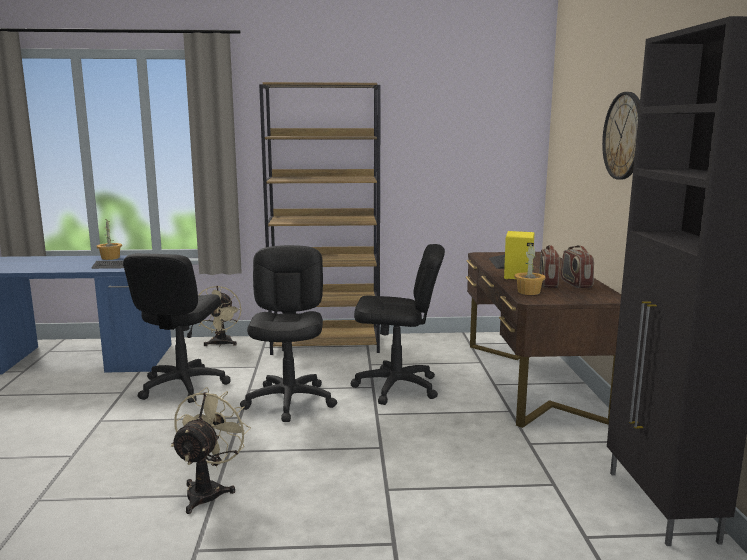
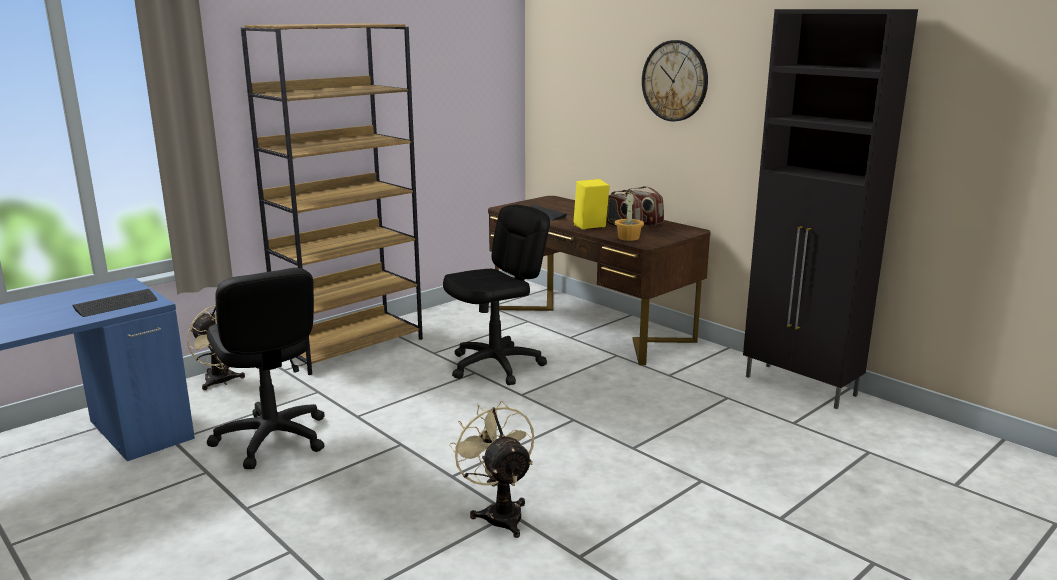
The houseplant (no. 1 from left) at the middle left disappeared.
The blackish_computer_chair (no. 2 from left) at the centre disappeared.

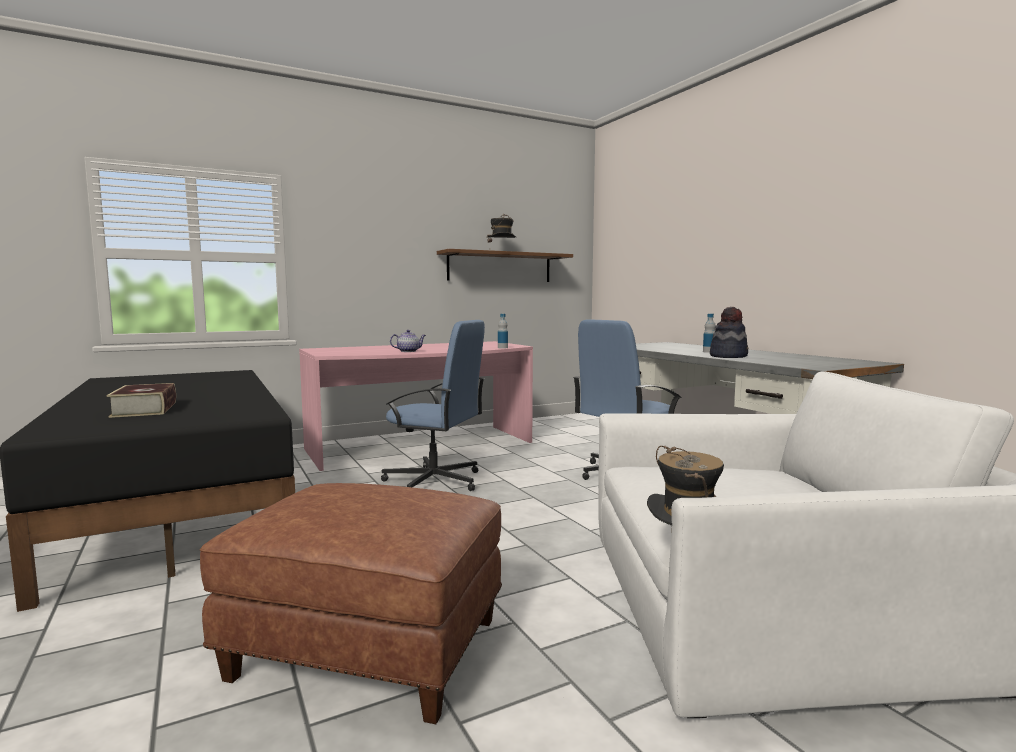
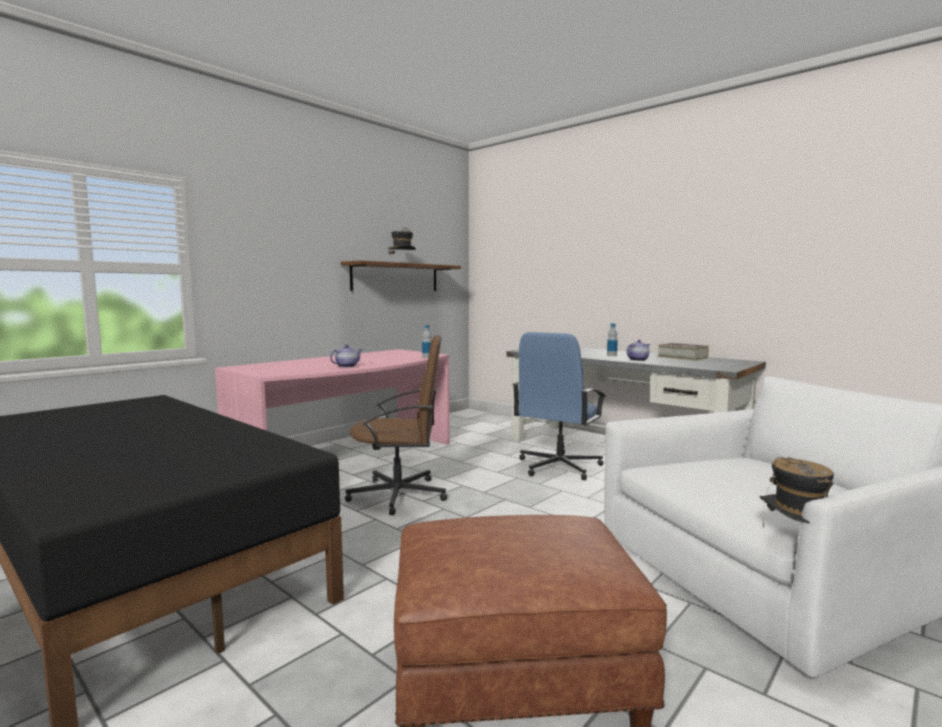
The book moved from the middle left to the middle right.
The bluish_computer_chair (no. 1 from left) at the centre became the brown-coloured_computer_chair at the centre.
The wearable_hat (no. 3 from left) at the middle right was replaced by the tea_pot (no. 2 from left) at the middle right.

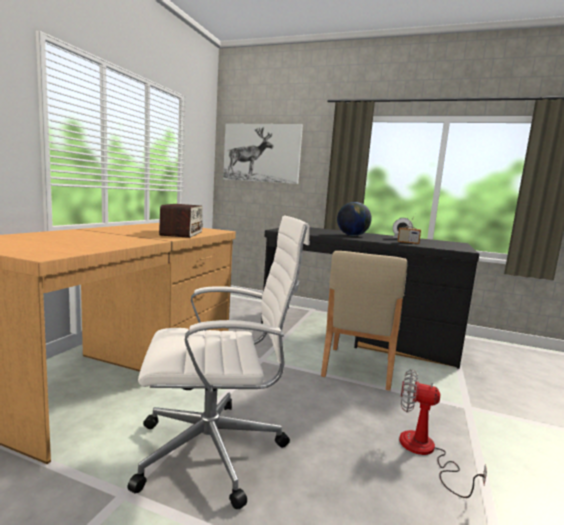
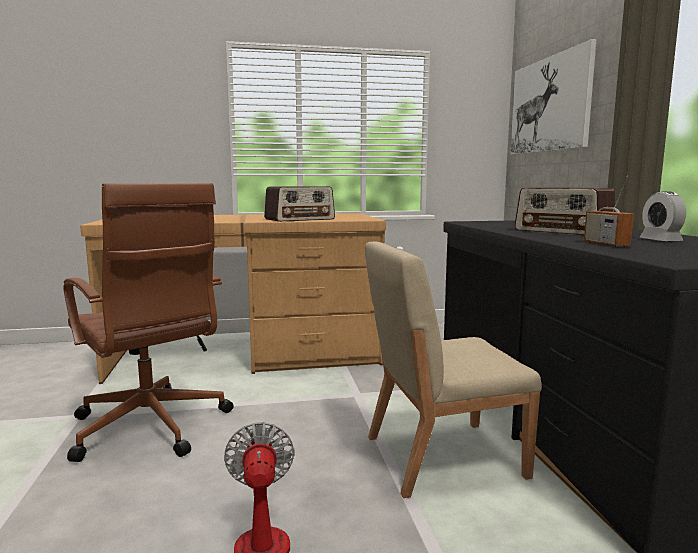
The white_computer_chair at the bottom centre became the brown-coloured_computer_chair at the middle left.
The desk_globe at the centre was replaced by the radio (no. 2 from left) at the middle right.

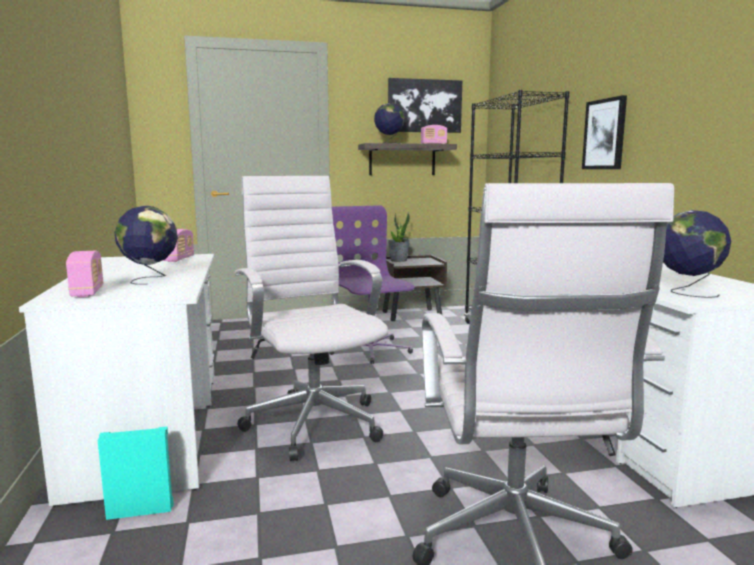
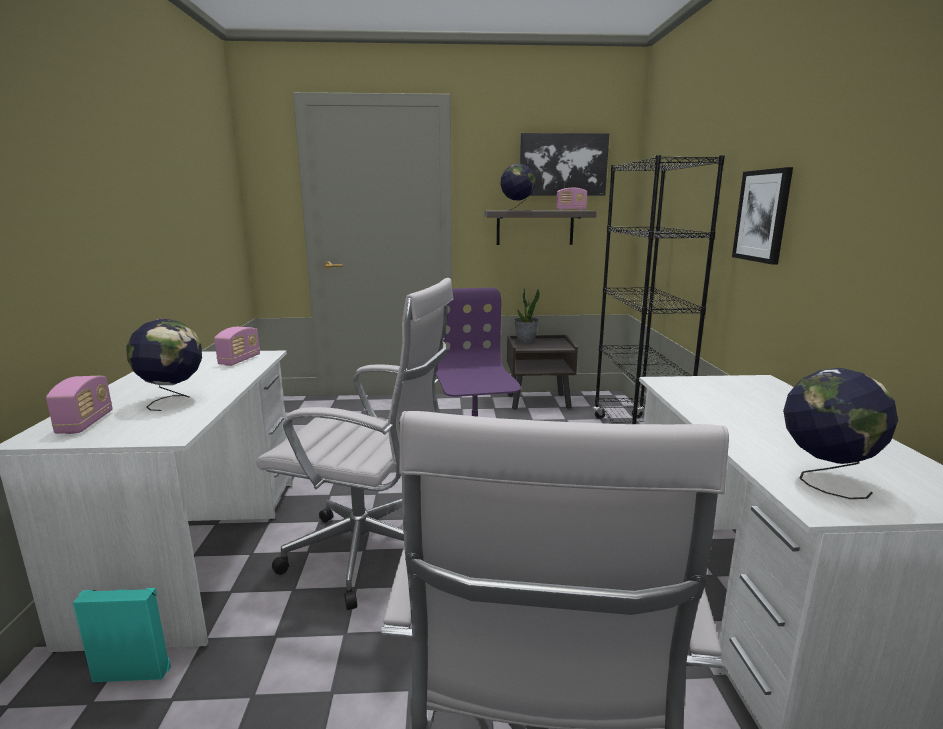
The white_computer_chair (no. 1 from left) at the centre turned 120 degrees clockwise.

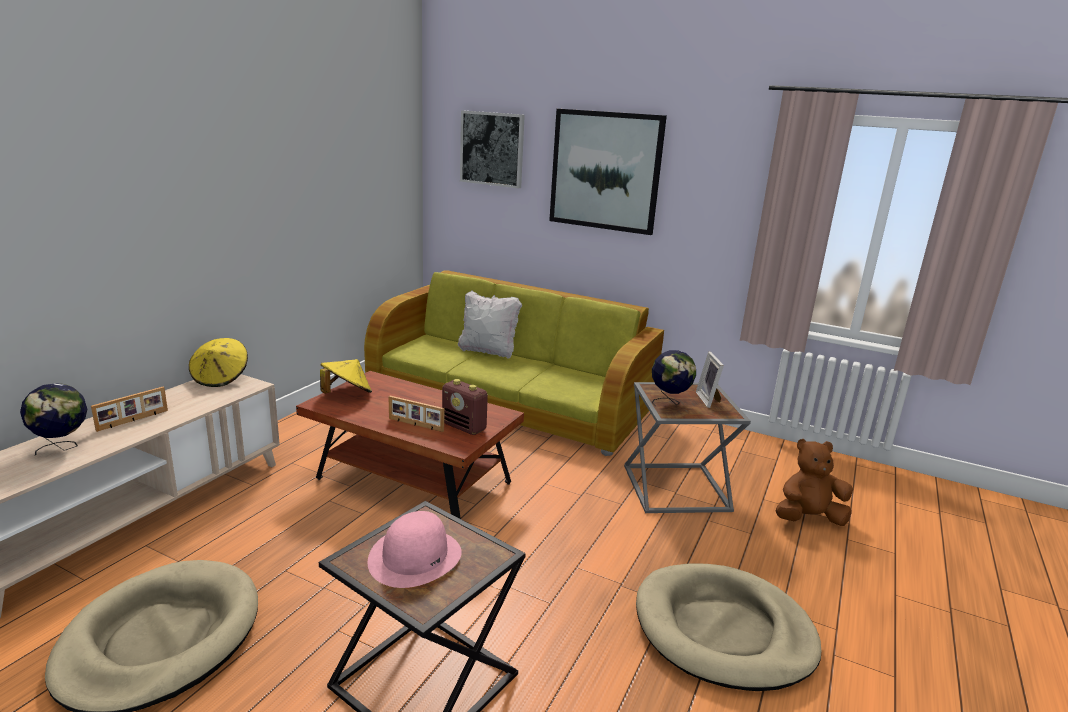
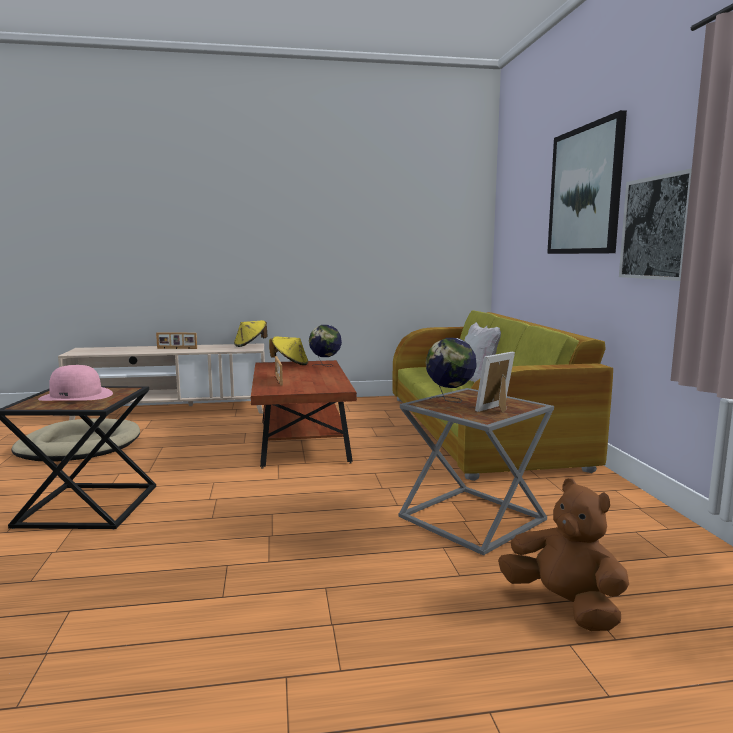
The desk_globe (no. 1 from left) moved from the middle left to the centre.
The radio at the centre disappeared.
The wall_art (no. 1 from left in the first image) moved from the top centre to the top right.
The sand-coloured_pet_bed (no. 2 from left) at the bottom right disappeared.

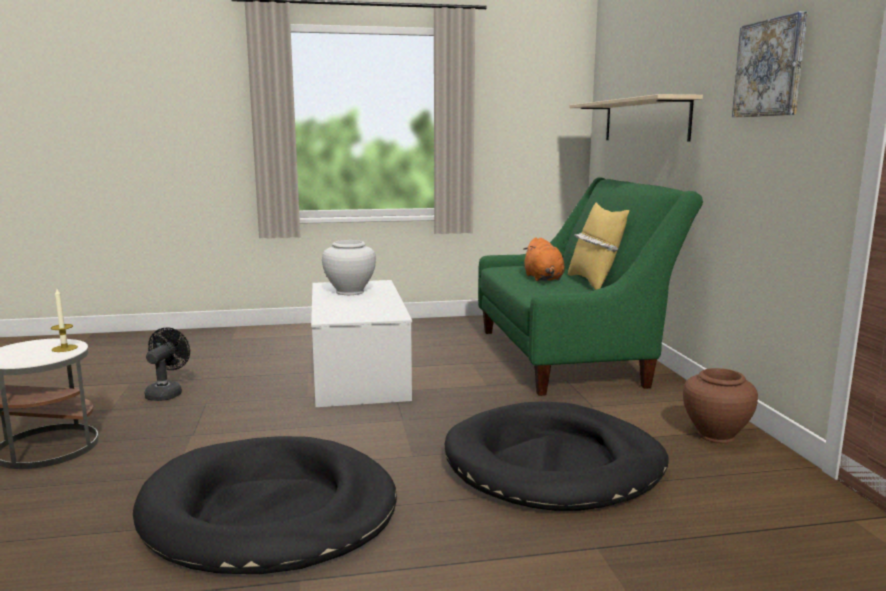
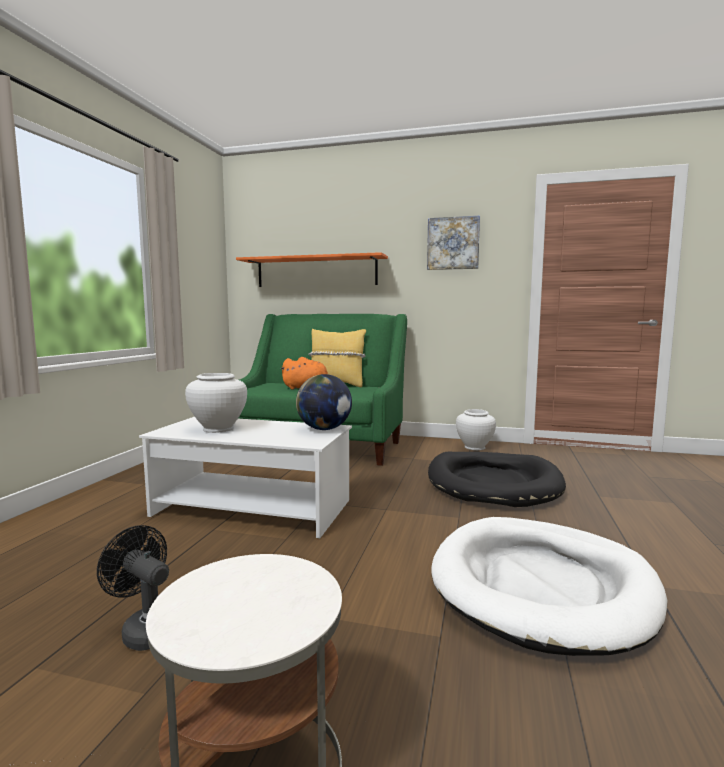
The candle at the middle left disappeared.
The blackish_pet_bed (no. 1 from left) at the bottom left became the white_pet_bed at the bottom right.
The sand-coloured_shelf at the top right became the orangey_shelf at the centre.
The brown-coloured_decorative_vase at the bottom right became the white_decorative_vase (no. 2 from left) at the centre.
The desk_globe at the centre appeared.

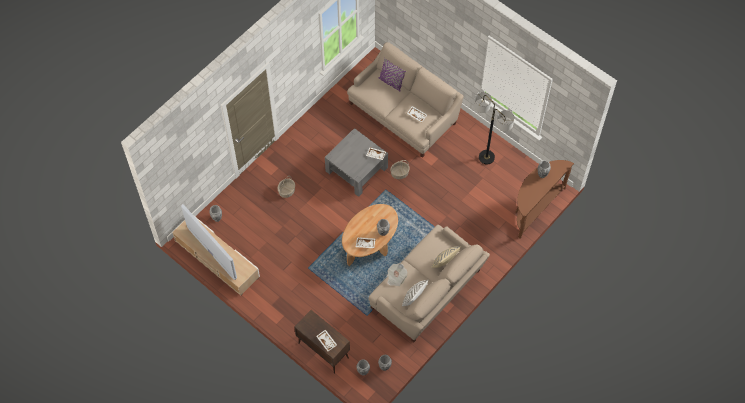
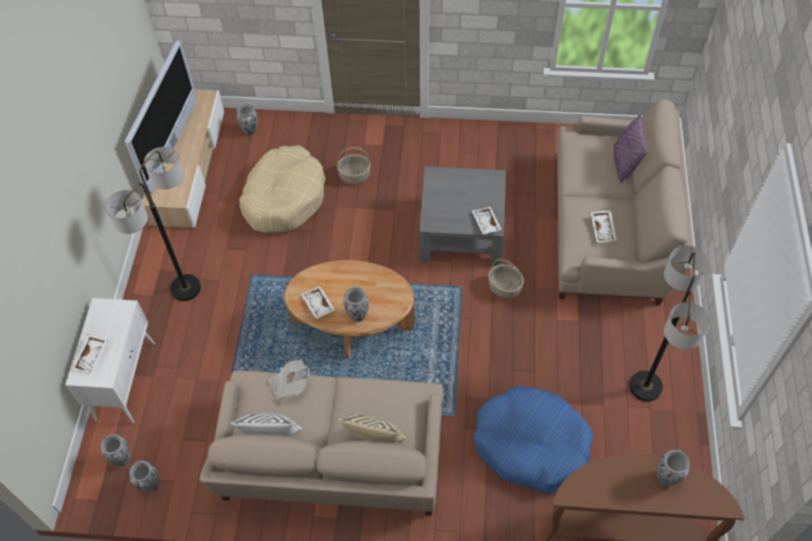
The brown-coloured_cupboard at the bottom centre became the white_cupboard at the bottom left.
The floor_lamp (no. 1 from left) at the middle left appeared.
The sand-coloured_pet_bed at the centre appeared.
The bluish_pet_bed at the bottom centre appeared.

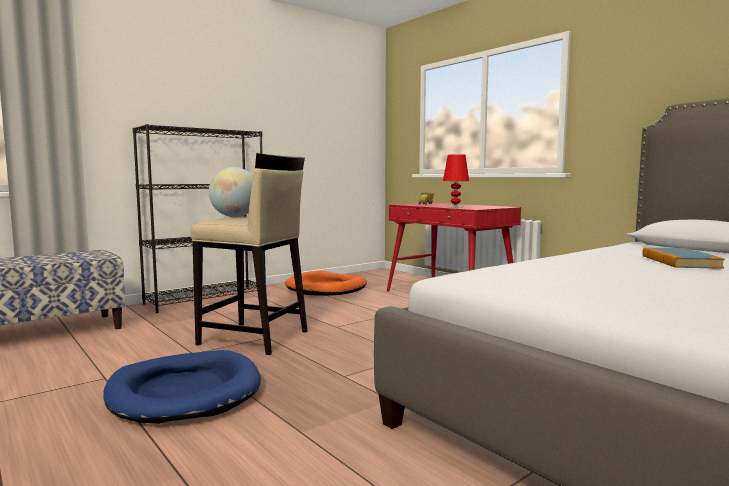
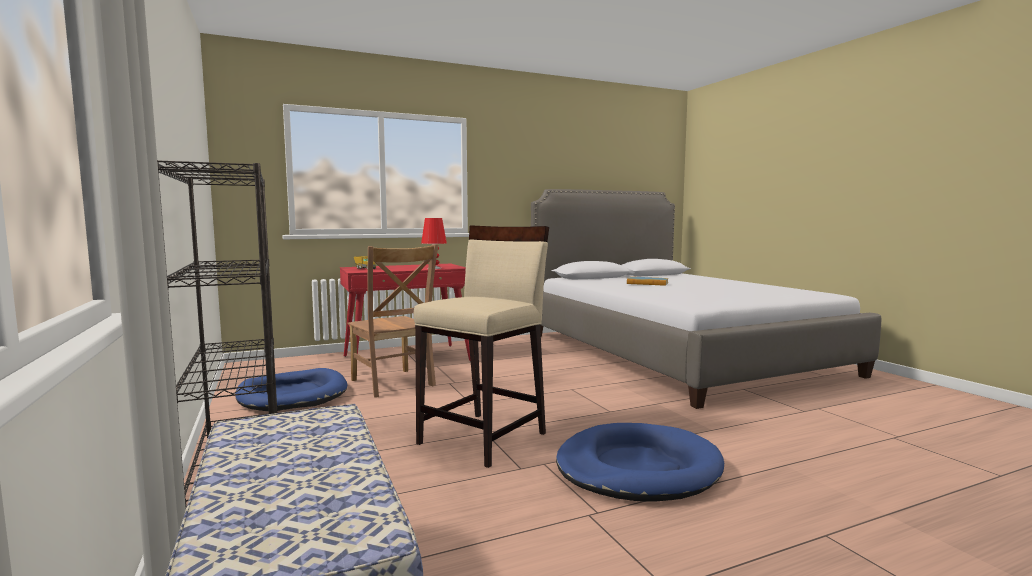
The desk_globe at the middle left disappeared.
The orangey_pet_bed at the centre became the bluish_pet_bed (no. 1 from left) at the bottom left.
The brown-coloured_upright_chair at the centre appeared.

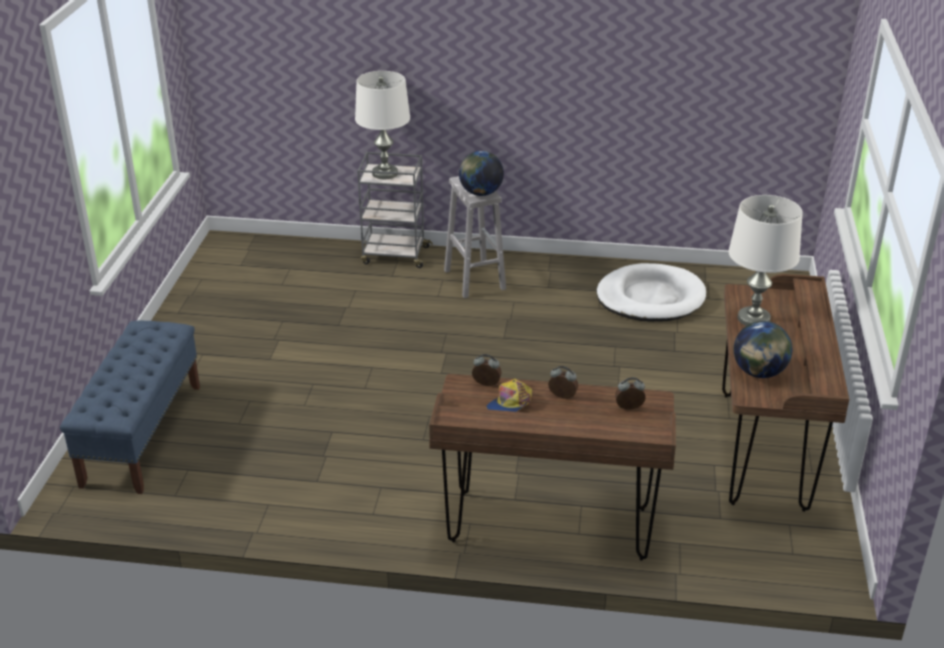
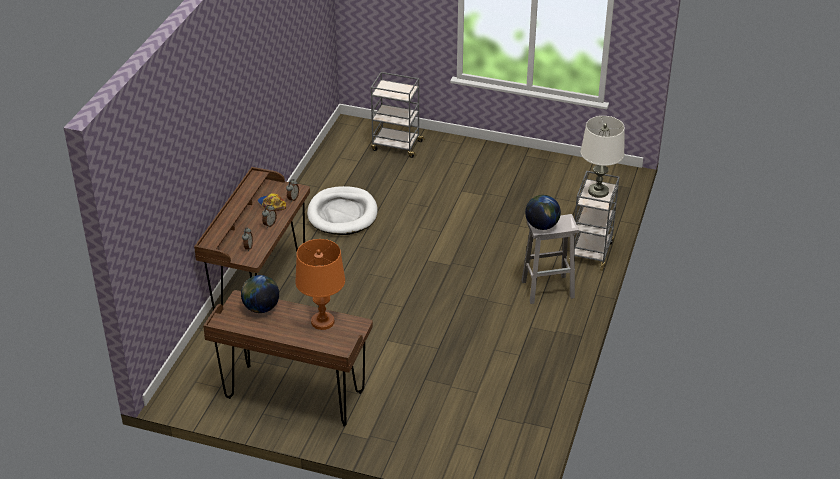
The bluish_long_seat at the middle left was replaced by the gray_trolley (no. 1 from left) at the top centre.
The white_pet_bed moved from the middle right to the centre.
The white_table_lamp (no. 2 from left) at the middle right became the orangey_table_lamp at the centre.

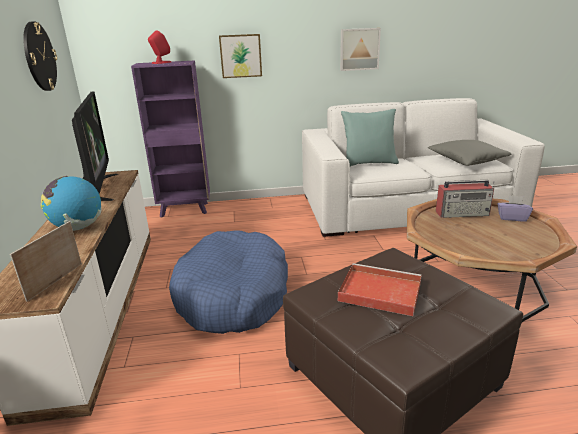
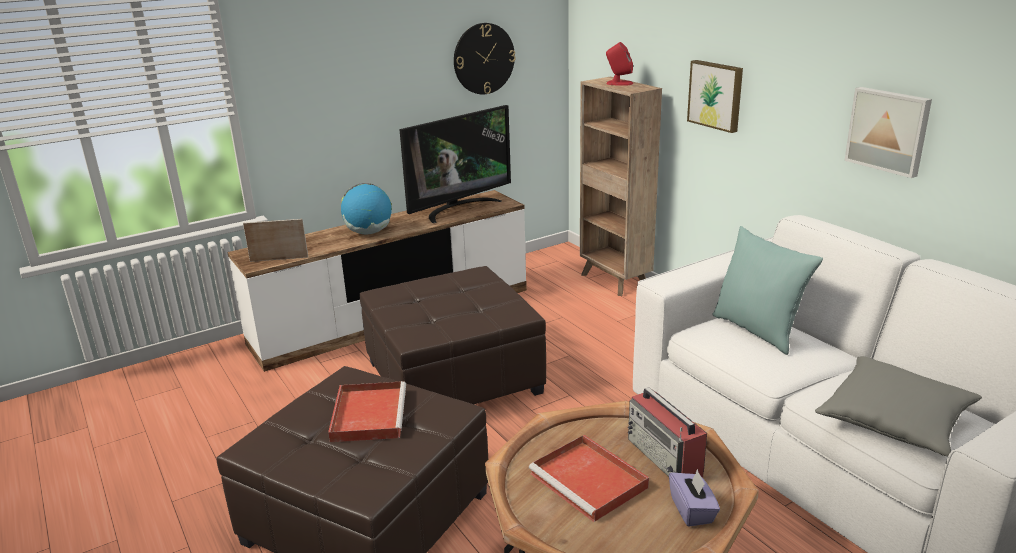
The purple-coloured_shelving_unit at the top left became the brown-coloured_shelving_unit at the centre.
The bluish_pet_bed at the centre was replaced by the brown-coloured_ottoman (no. 2 from left) at the centre.
The red-coloured_serving_tray (no. 2 from left) at the bottom centre appeared.

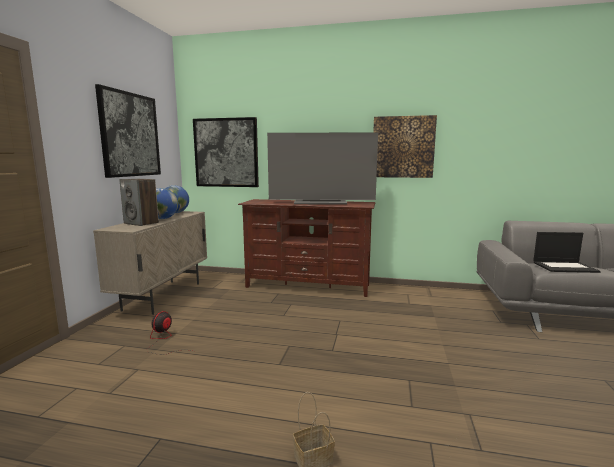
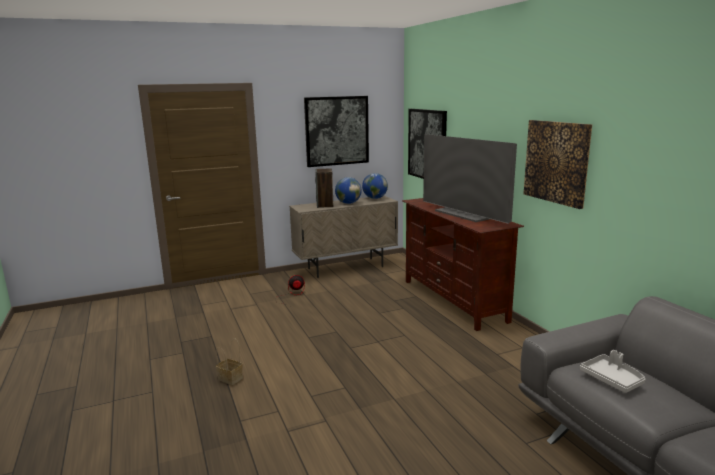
The laptop at the middle right was replaced by the gray_serving_tray at the bottom right.

